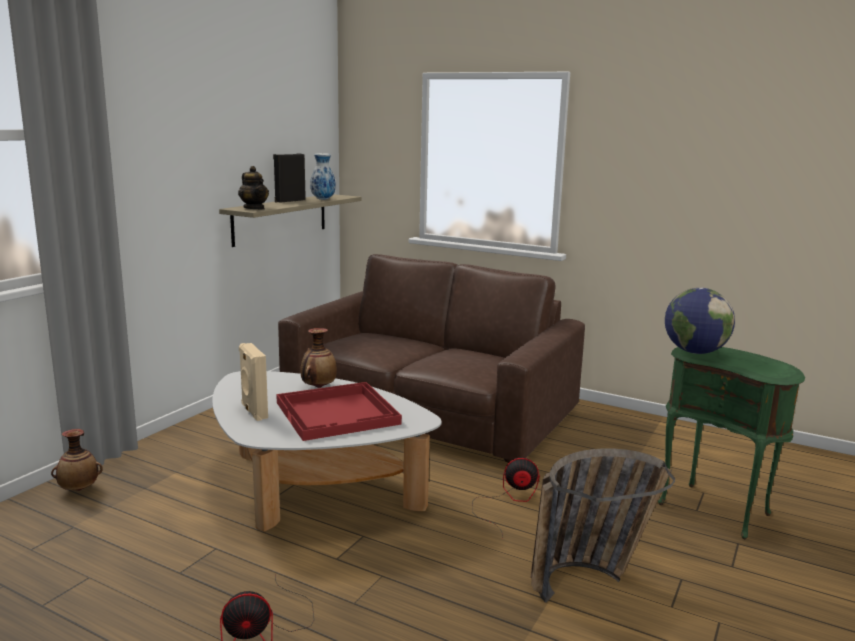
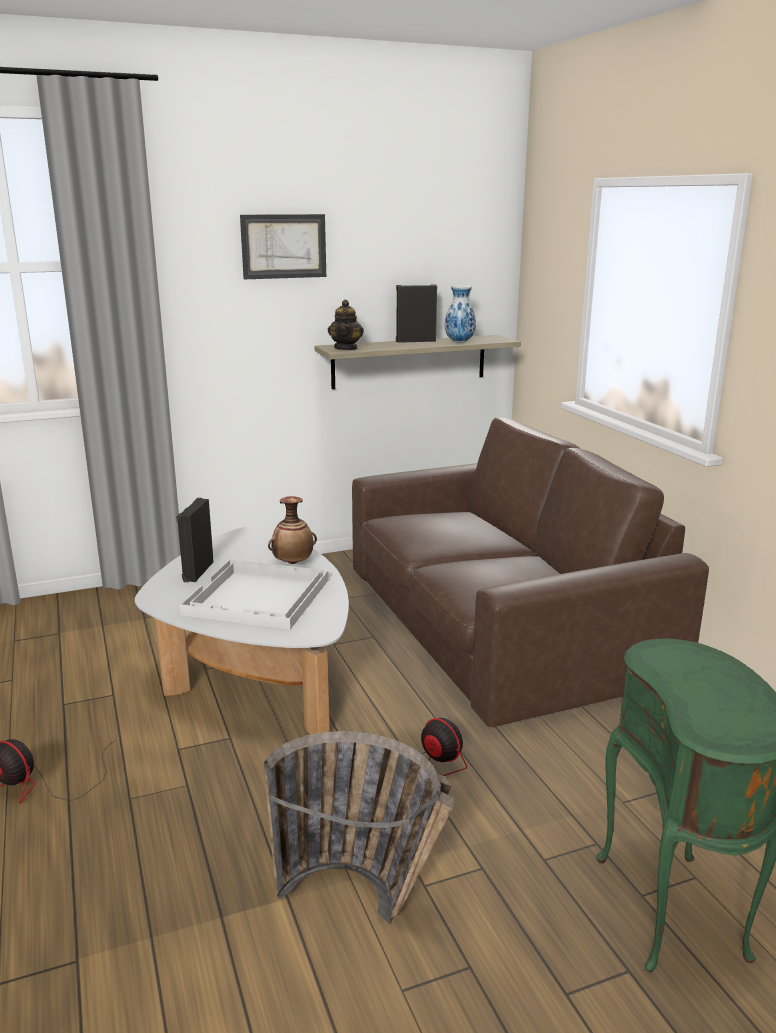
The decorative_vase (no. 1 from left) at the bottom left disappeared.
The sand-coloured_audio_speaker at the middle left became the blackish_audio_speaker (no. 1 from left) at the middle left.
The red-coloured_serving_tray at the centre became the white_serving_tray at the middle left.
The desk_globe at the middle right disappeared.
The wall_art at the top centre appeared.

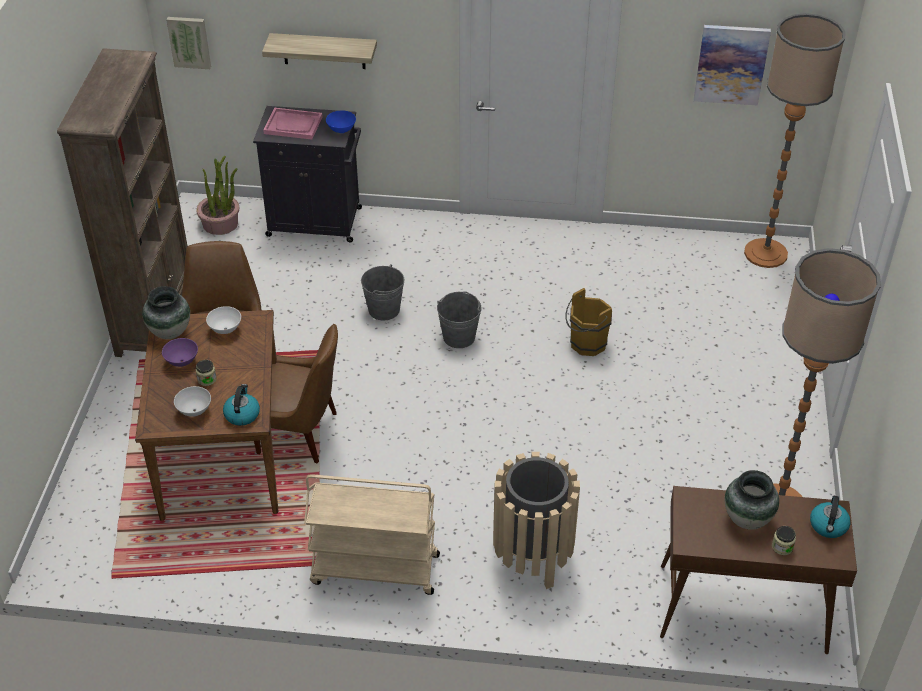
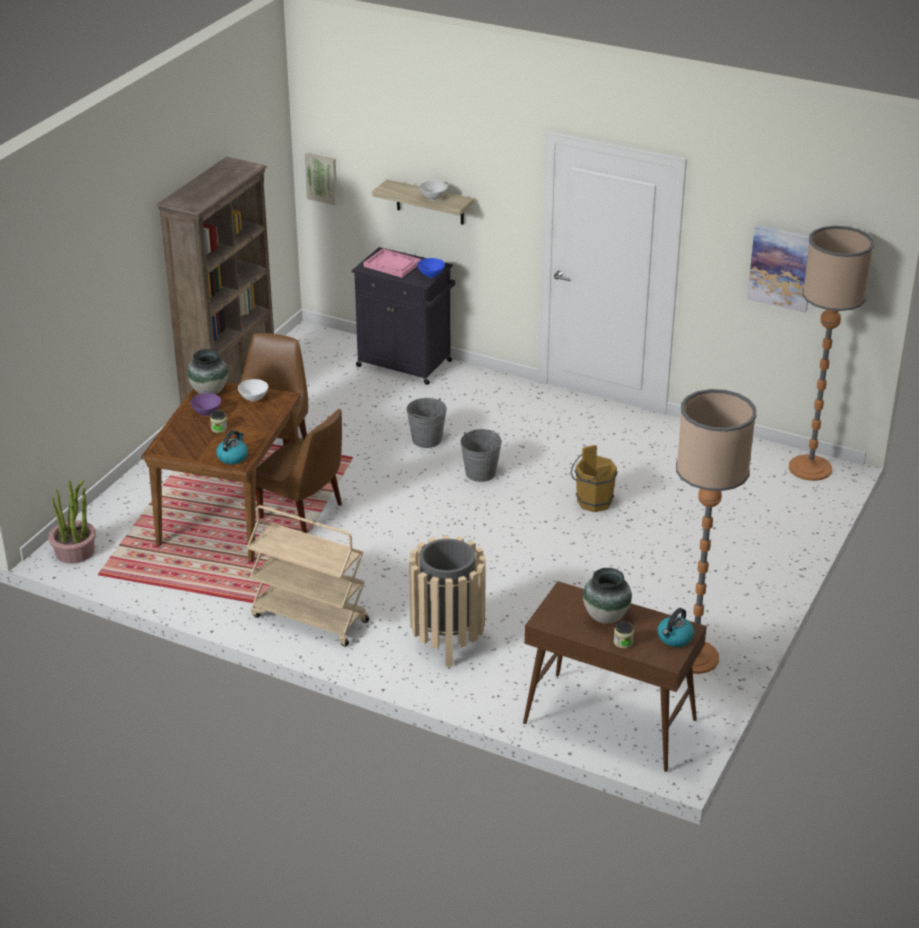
The white_serving_bowl (no. 1 from left in the first image) moved from the middle left to the top centre.
The houseplant moved from the top left to the middle left.

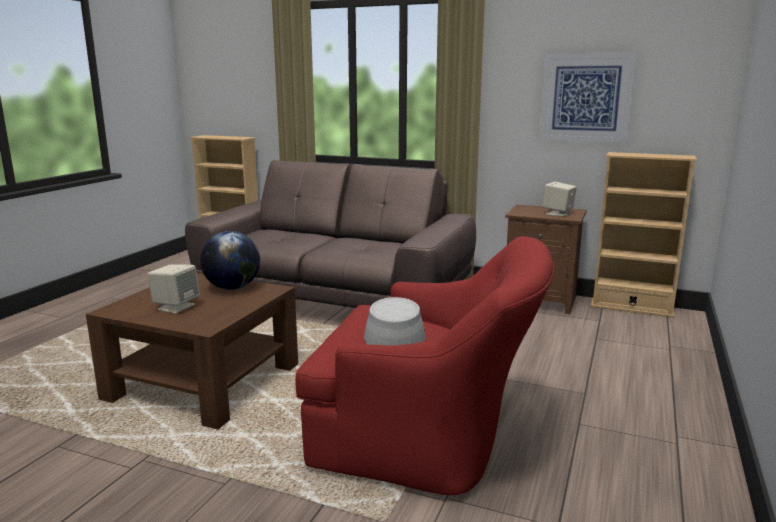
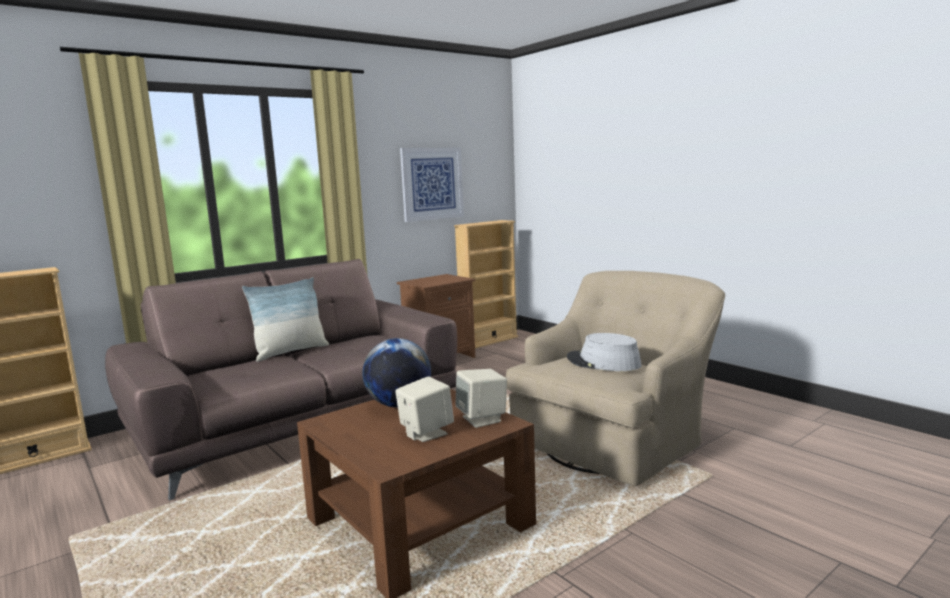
The red-coloured_lounge_chair at the bottom centre became the sand-coloured_lounge_chair at the centre.
The sand-coloured_audio_speaker (no. 2 from left) moved from the middle right to the centre.
The pillow at the middle left appeared.

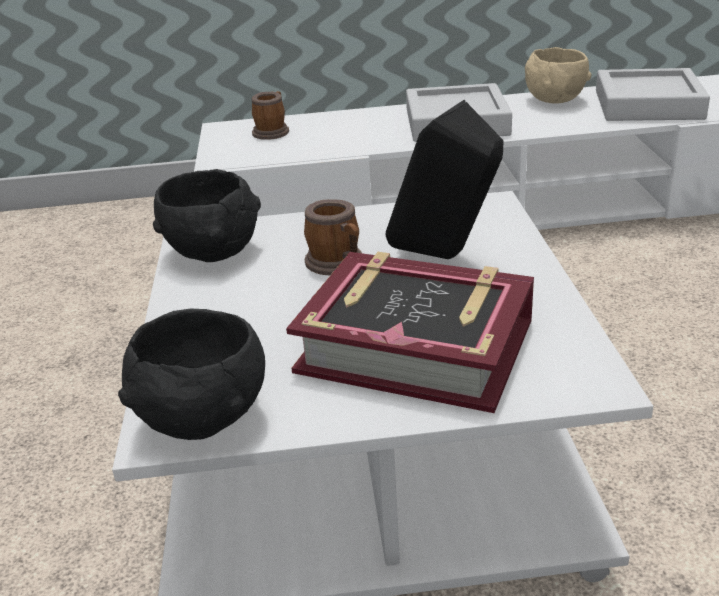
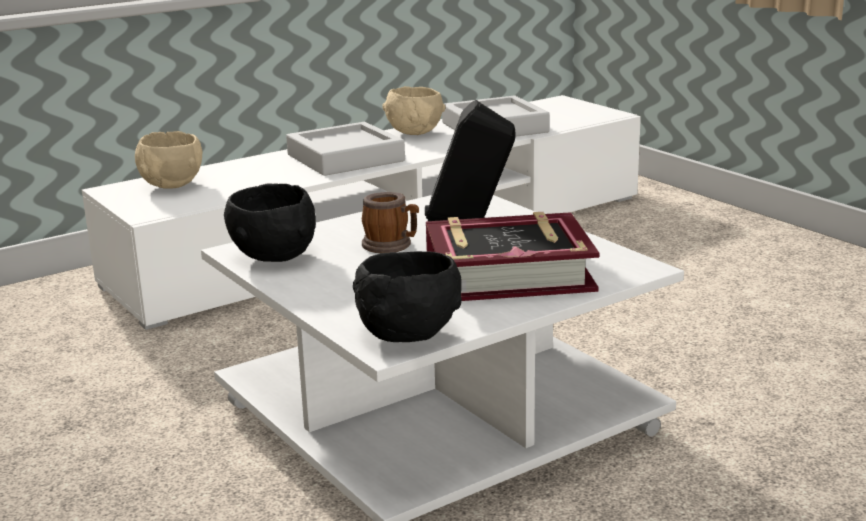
The mug (no. 1 from left) at the top centre was replaced by the sand-coloured_serving_bowl (no. 1 from left) at the top left.

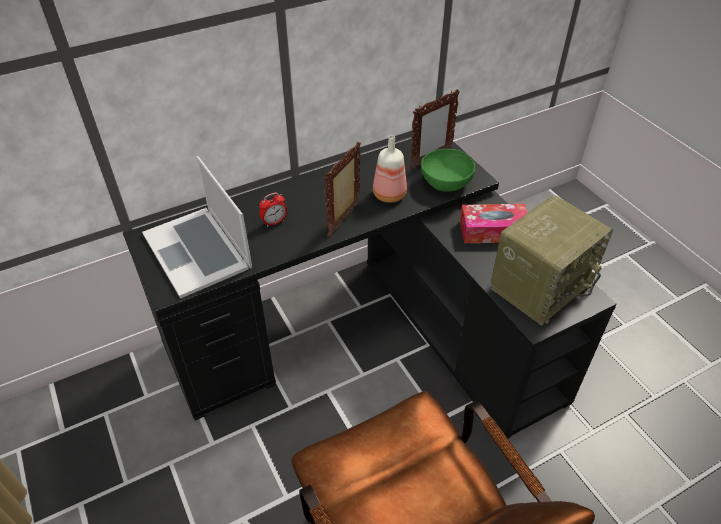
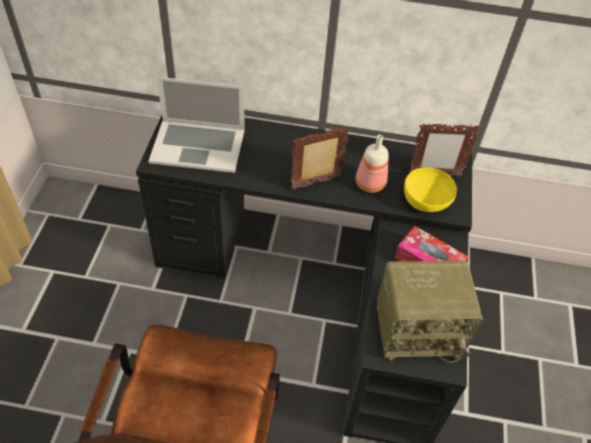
The laptop at the middle left turned 90 degrees counterclockwise.
The alarm_clock at the centre disappeared.
The green_serving_bowl at the top centre became the yellow-coloured_serving_bowl at the middle right.

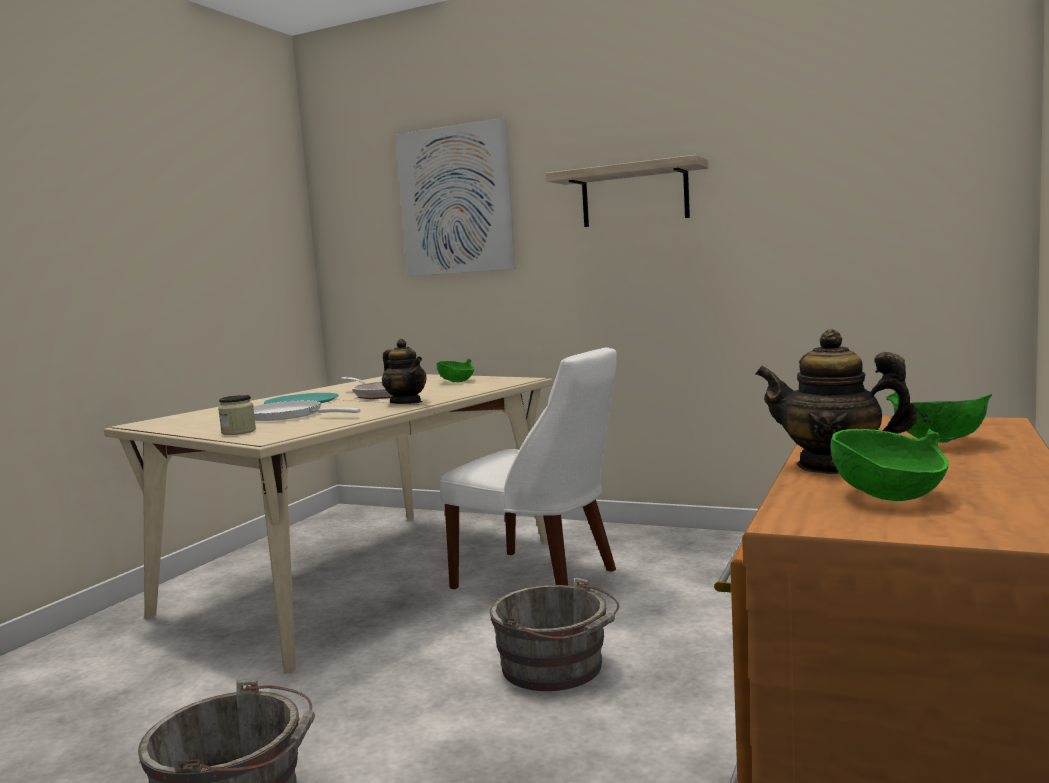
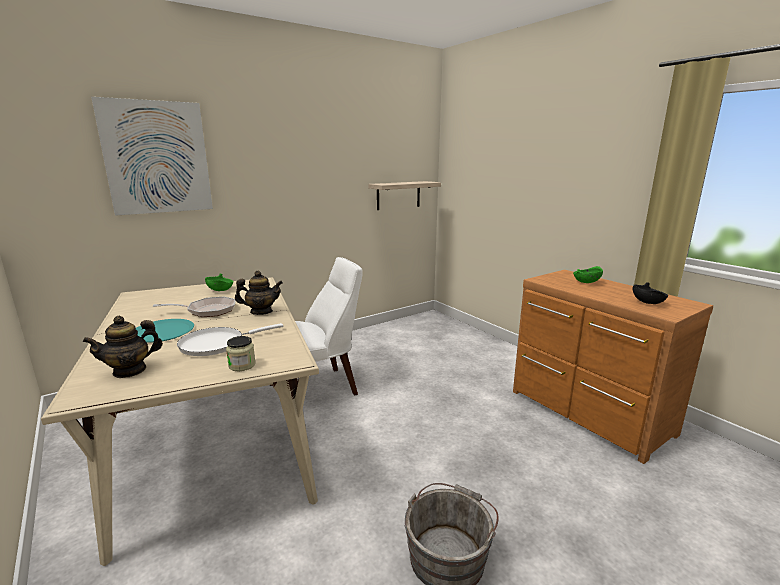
The gray_pail (no. 2 from left) at the bottom centre disappeared.
The shelf moved from the top centre to the centre.
The tea_pot (no. 2 from left in the first image) moved from the middle right to the middle left.
The green_serving_bowl (no. 2 from left) at the middle right became the blackish_serving_bowl at the middle right.

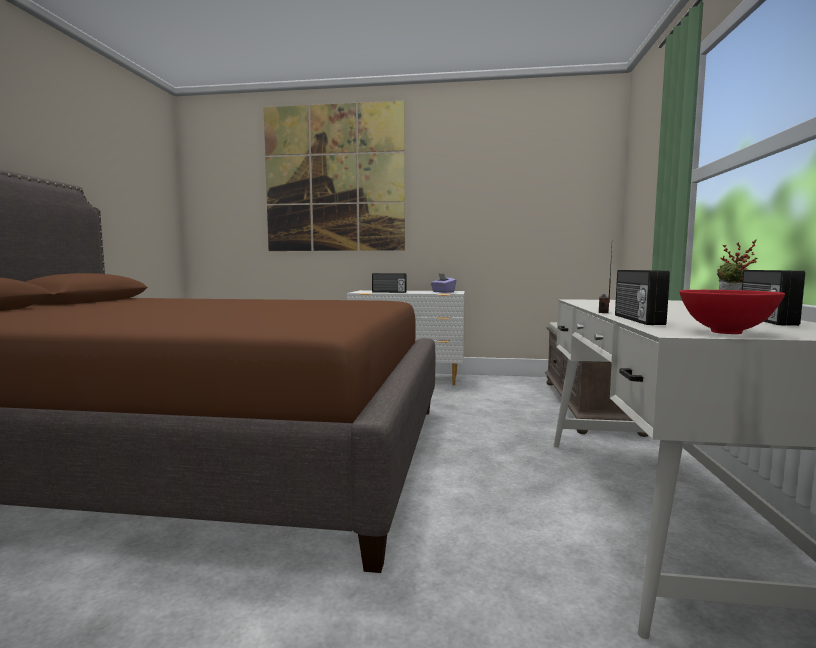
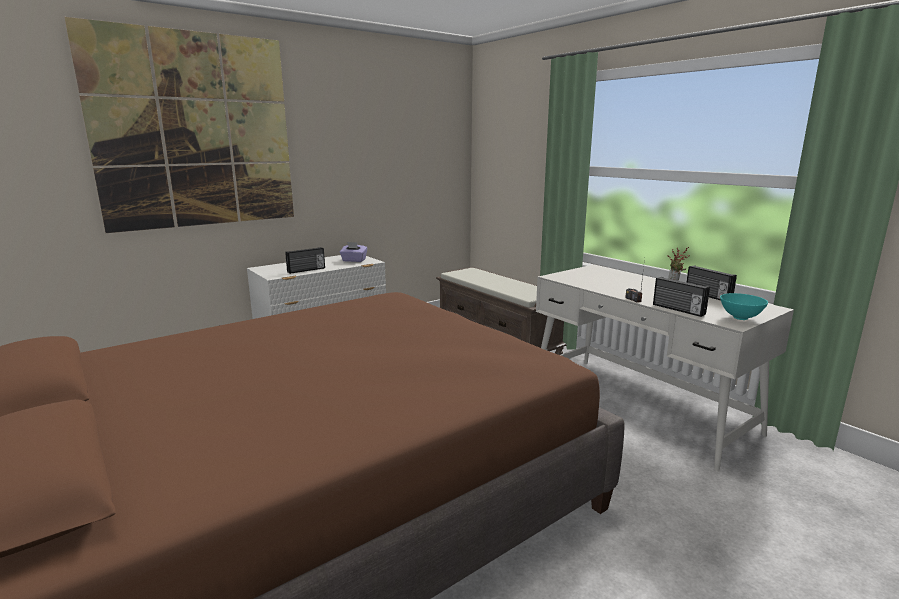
The red-coloured_serving_bowl at the middle right became the turquoise_serving_bowl at the middle right.

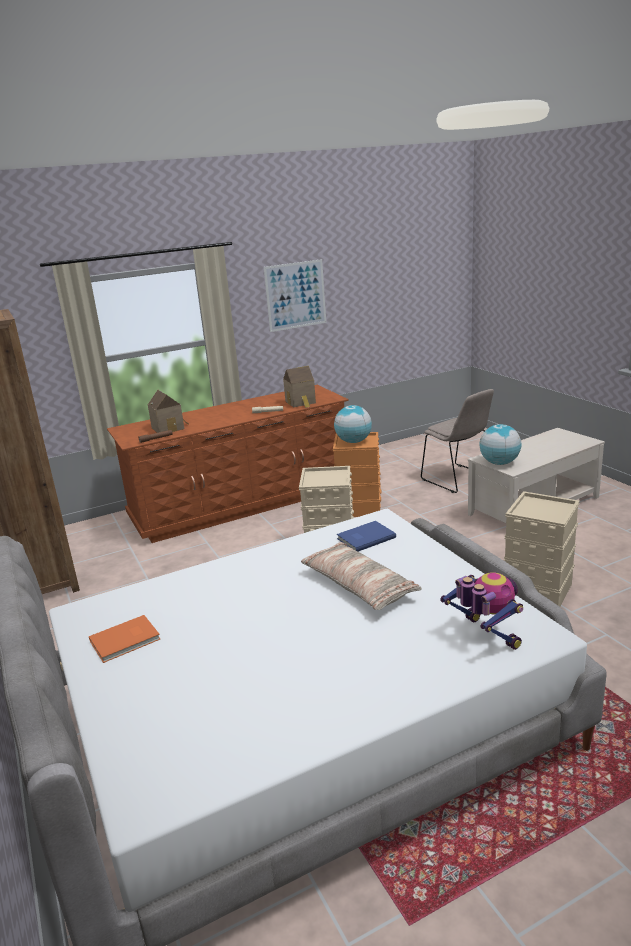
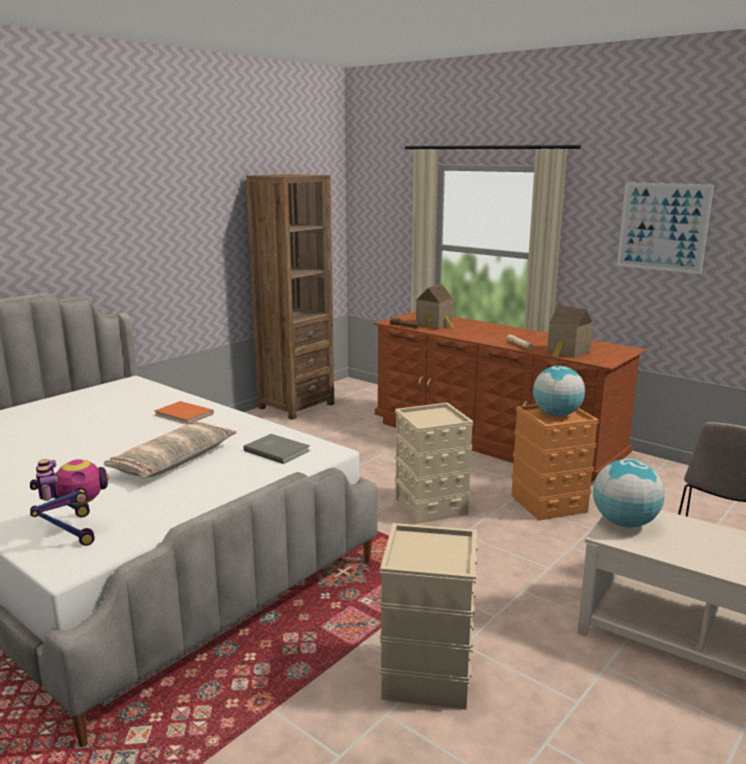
The orangey_book moved from the bottom left to the middle left.
The bluish_book at the centre became the gray_book at the centre.
The model_robot at the middle right turned 60 degrees counterclockwise.

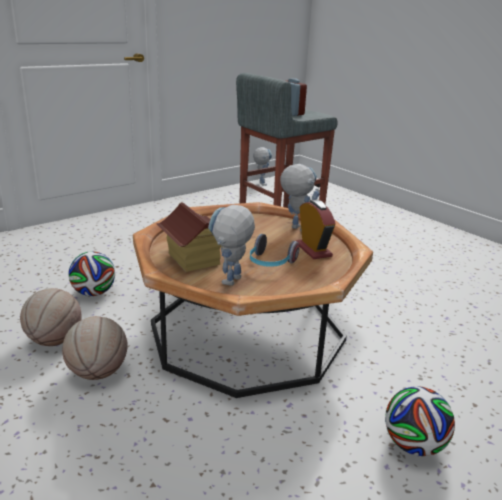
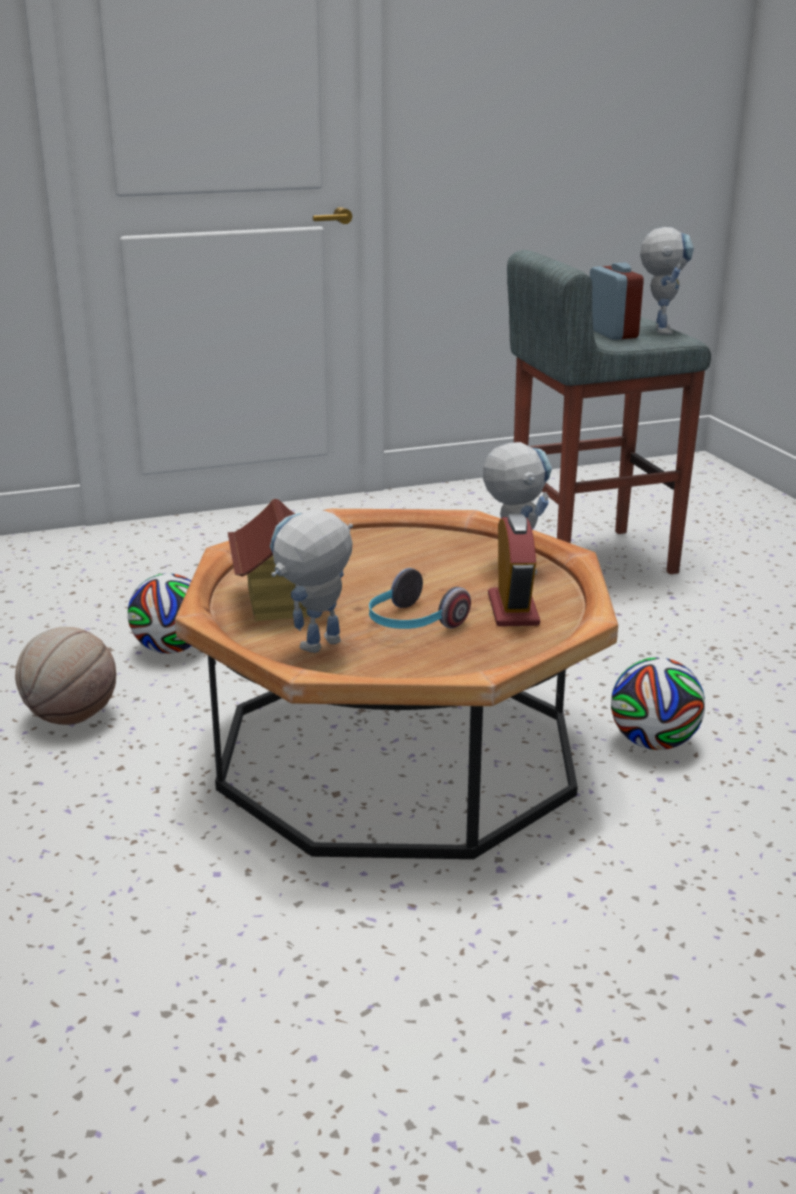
The basketball (no. 2 from left) at the bottom left disappeared.
The model_robot (no. 2 from left in the first image) moved from the top centre to the top right.
The football (no. 2 from left) moved from the bottom right to the middle right.

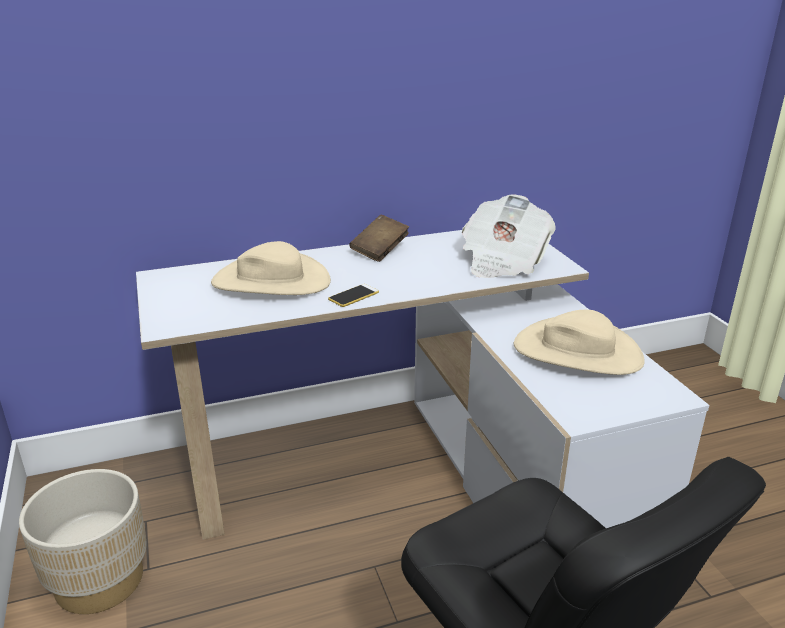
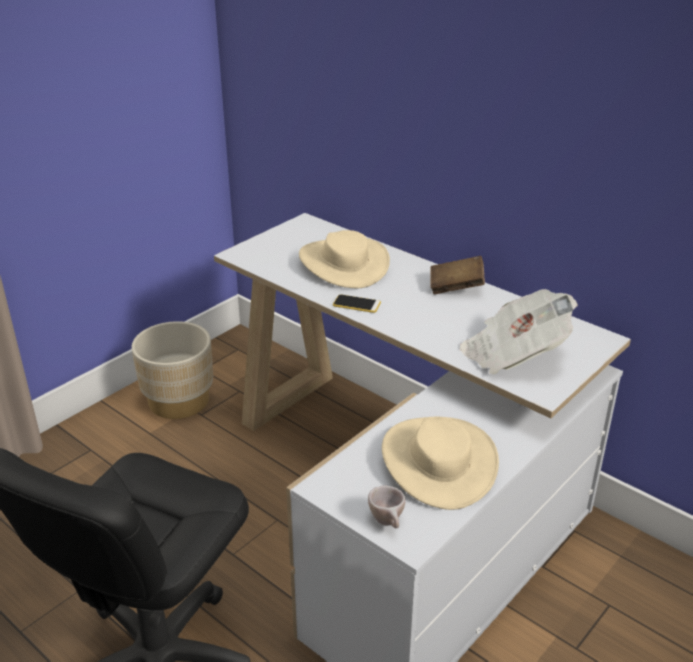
The sand-coloured_small_cup at the bottom centre appeared.

